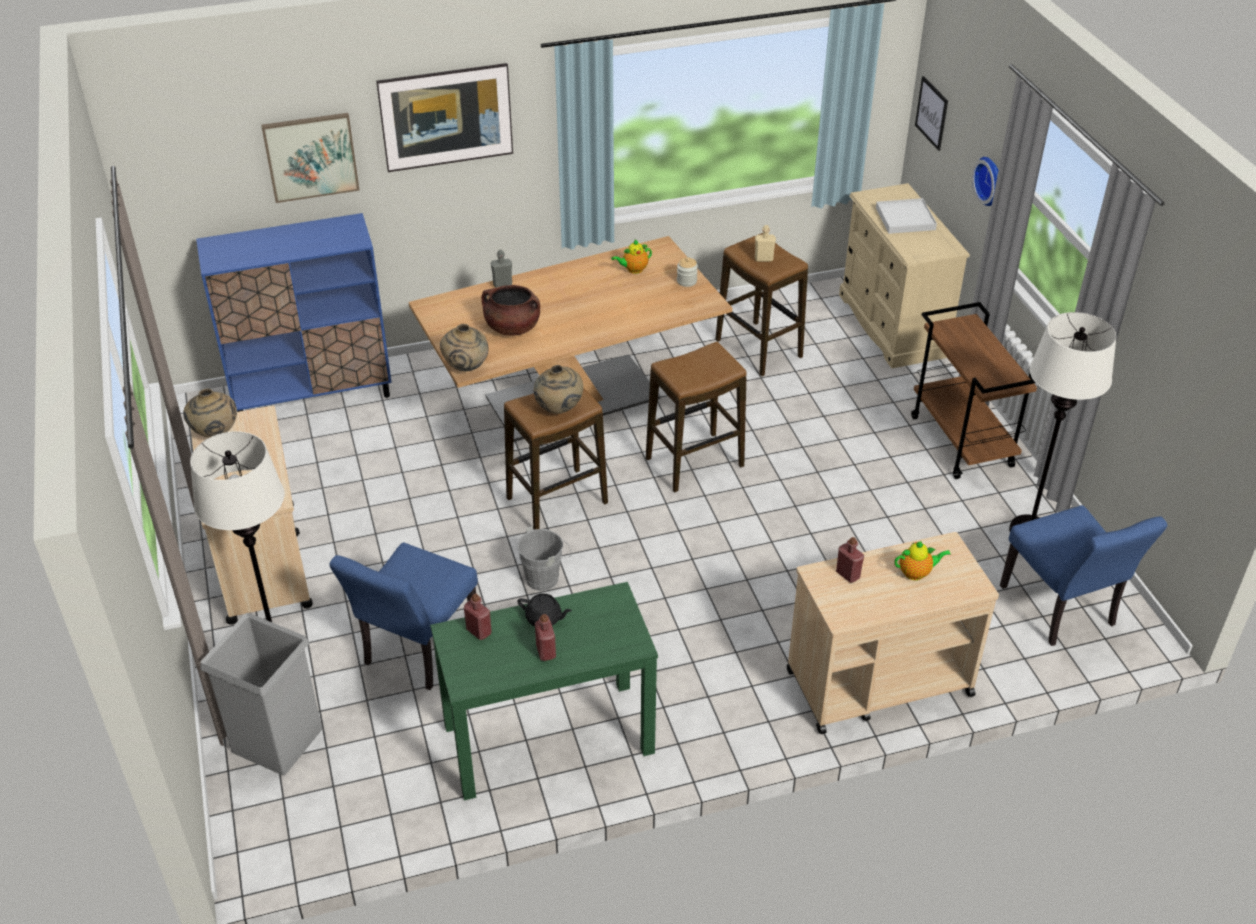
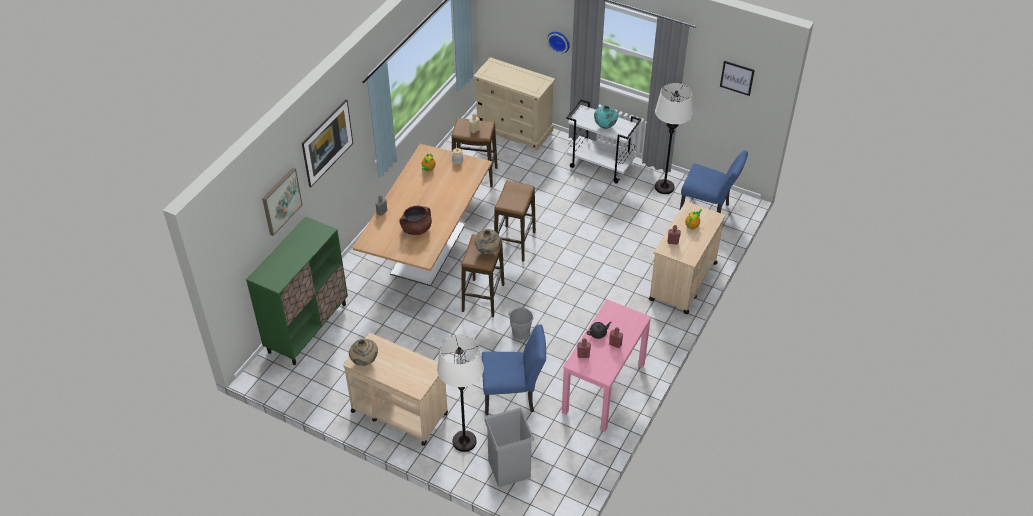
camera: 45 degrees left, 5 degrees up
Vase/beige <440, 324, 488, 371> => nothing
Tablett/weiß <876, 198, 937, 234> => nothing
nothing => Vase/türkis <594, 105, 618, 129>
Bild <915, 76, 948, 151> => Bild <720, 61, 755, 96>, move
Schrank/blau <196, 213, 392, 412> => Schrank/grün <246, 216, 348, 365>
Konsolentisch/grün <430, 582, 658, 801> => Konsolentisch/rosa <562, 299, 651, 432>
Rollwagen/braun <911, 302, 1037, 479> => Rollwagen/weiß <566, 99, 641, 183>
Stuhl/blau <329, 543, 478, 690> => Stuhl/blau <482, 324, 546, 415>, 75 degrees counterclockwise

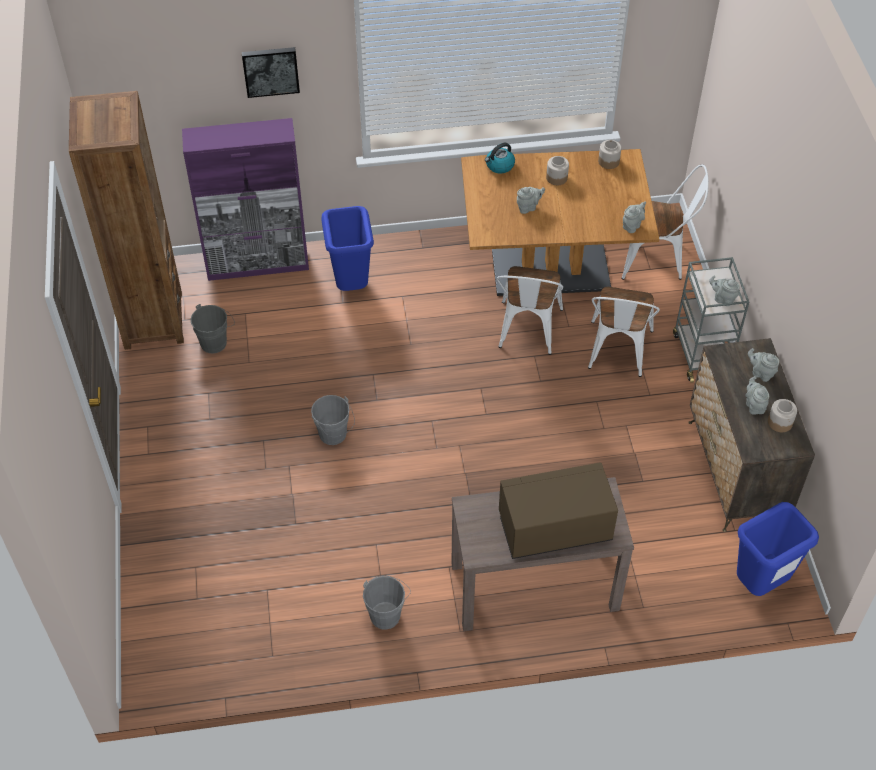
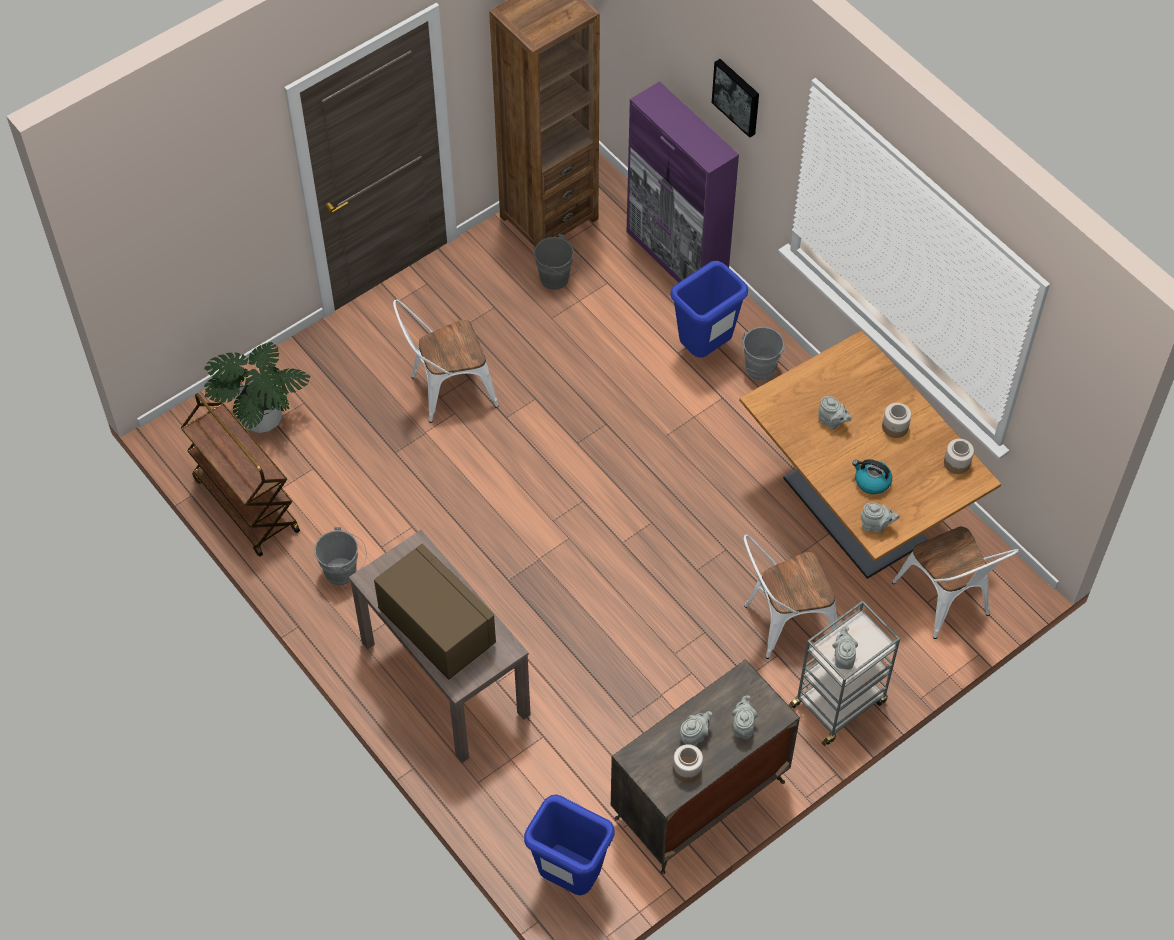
camera: 60 degrees right, 5 degrees up
nothing => Rollwagen/braun <181, 393, 300, 557>
nothing => Topfpflanze <204, 342, 310, 433>
Eimer/grau <311, 395, 355, 445> => Eimer/grau <739, 327, 786, 381>, move
Wasserkessel <485, 143, 515, 174> => Wasserkessel <852, 459, 892, 495>, move
Stuhl/weiß <496, 266, 563, 355> => Stuhl/weiß <393, 299, 499, 423>, move

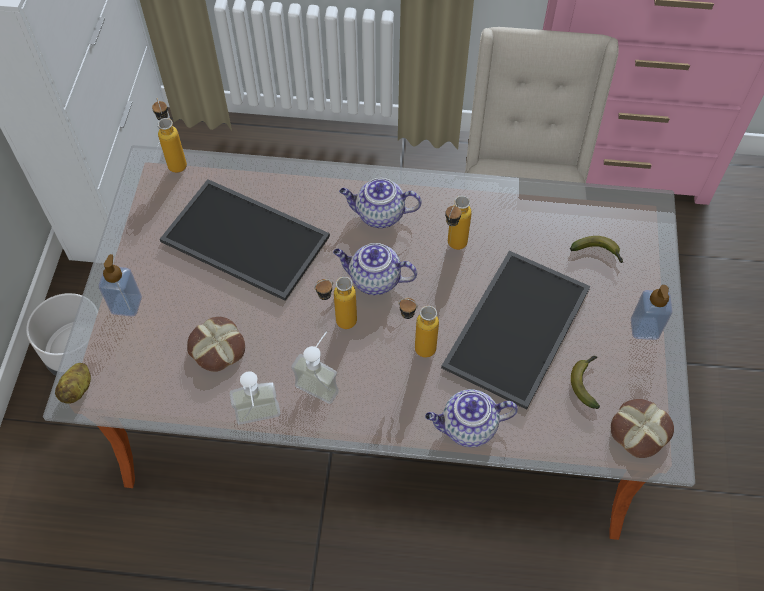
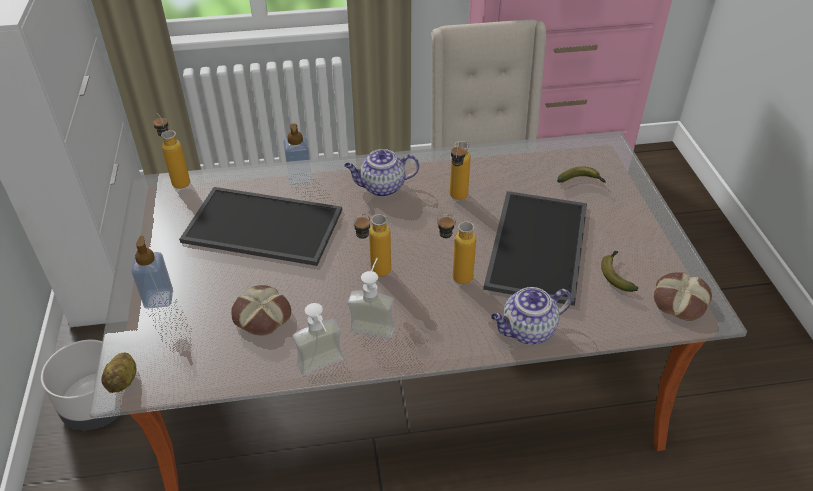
camera: 15 degrees left, 15 degrees down
Teekanne <333, 243, 417, 295> => nothing
Seifenspender <631, 285, 673, 340> => Seifenspender <283, 124, 312, 186>, move

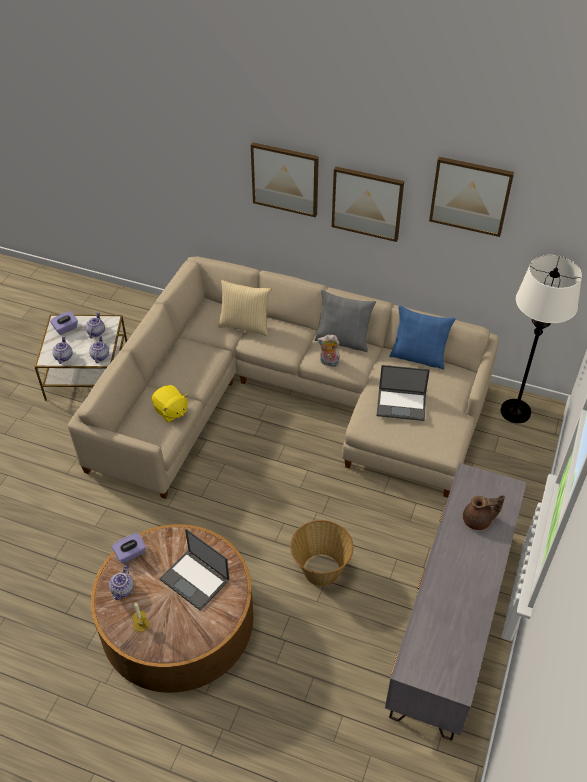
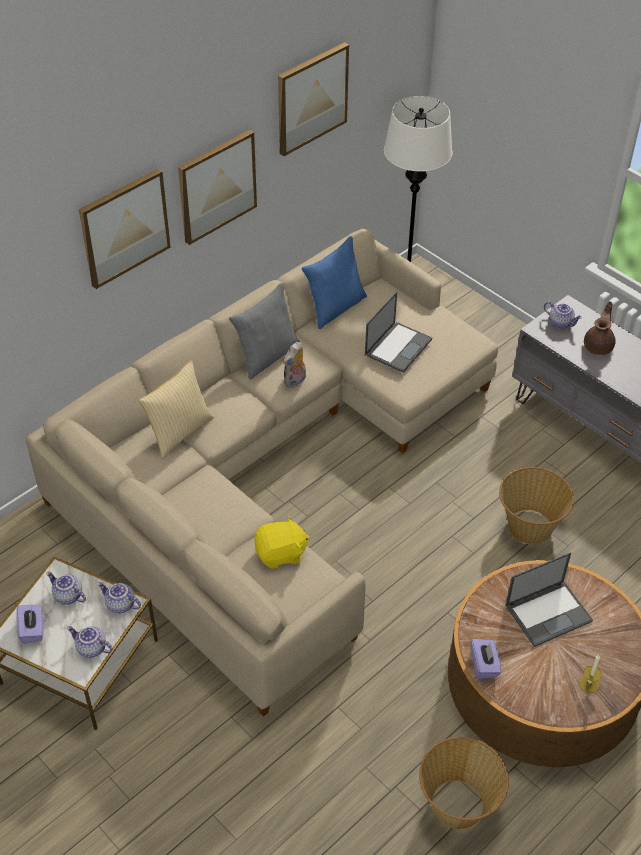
camera: 65 degrees left, 0 degrees up
nothing => Korb <419, 737, 509, 829>
Teekanne <109, 565, 134, 600> => Teekanne <544, 301, 582, 329>, move

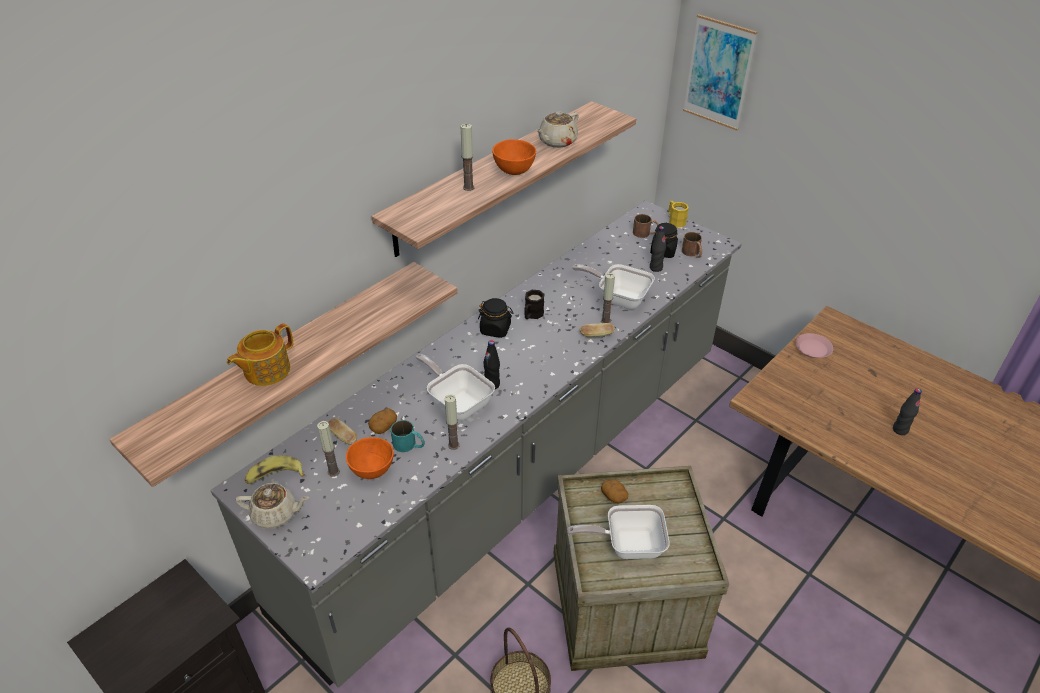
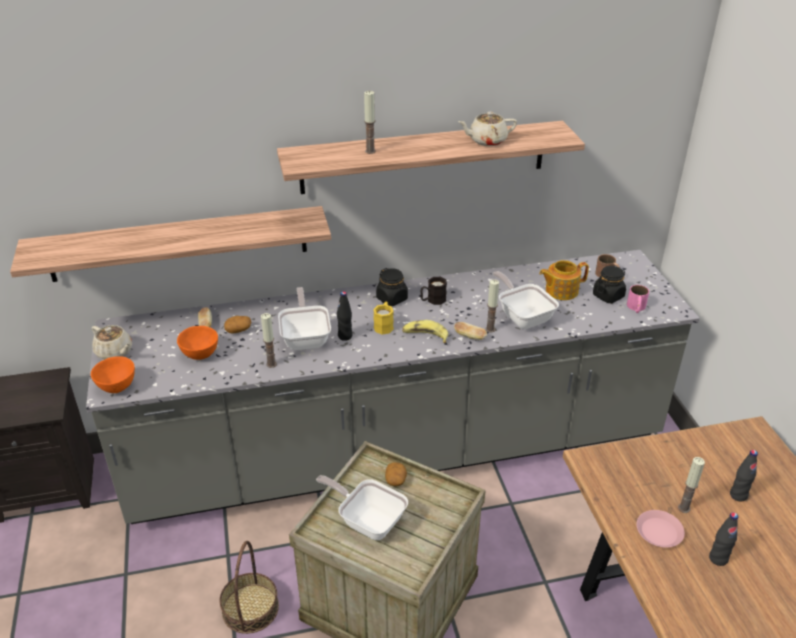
camera: 35 degrees right, 5 degrees down
Henkelbecher/türkis <391, 420, 425, 452> => nothing
Bild <683, 14, 757, 131> => nothing
Teekanne <227, 323, 293, 386> => Teekanne <539, 260, 589, 300>, move
Banane <245, 455, 304, 484> => Banane <402, 320, 448, 343>, move
Kerze <317, 421, 340, 477> => Kerze <678, 457, 705, 513>, move
Schüssel/orange <492, 139, 536, 175> => Schüssel/orange <91, 356, 135, 393>, move
Flasche/schwarz <650, 226, 666, 272> => Flasche/schwarz <730, 450, 758, 502>, move
Henkelbecher/gelb <669, 201, 689, 228> => Henkelbecher/gelb <373, 302, 394, 334>, move
Teller/rosa <796, 333, 833, 358> => Teller/rosa <636, 510, 685, 548>, move
Henkelbecher/braun <682, 232, 702, 258> => Henkelbecher/rosa <627, 285, 649, 313>

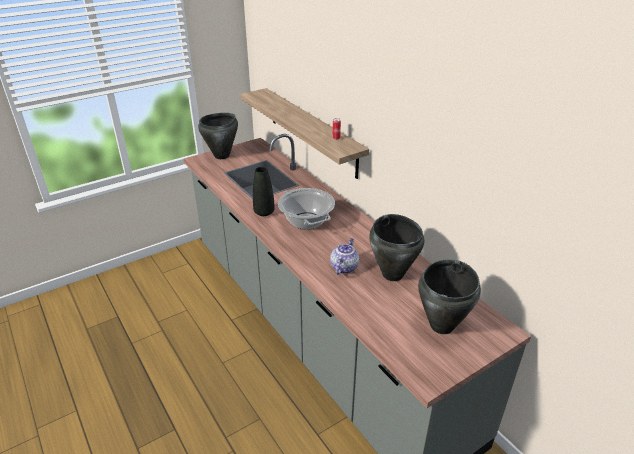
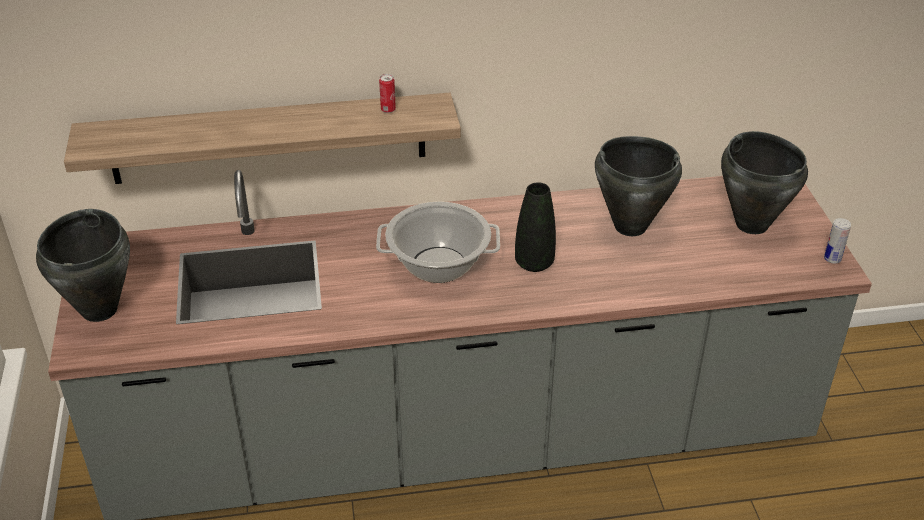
camera: 65 degrees left, 5 degrees up
Teekanne <330, 238, 359, 274> => nothing
nothing => Dose <824, 218, 851, 264>
Vase/schwarz <253, 167, 274, 216> => Vase/schwarz <515, 182, 556, 272>, move

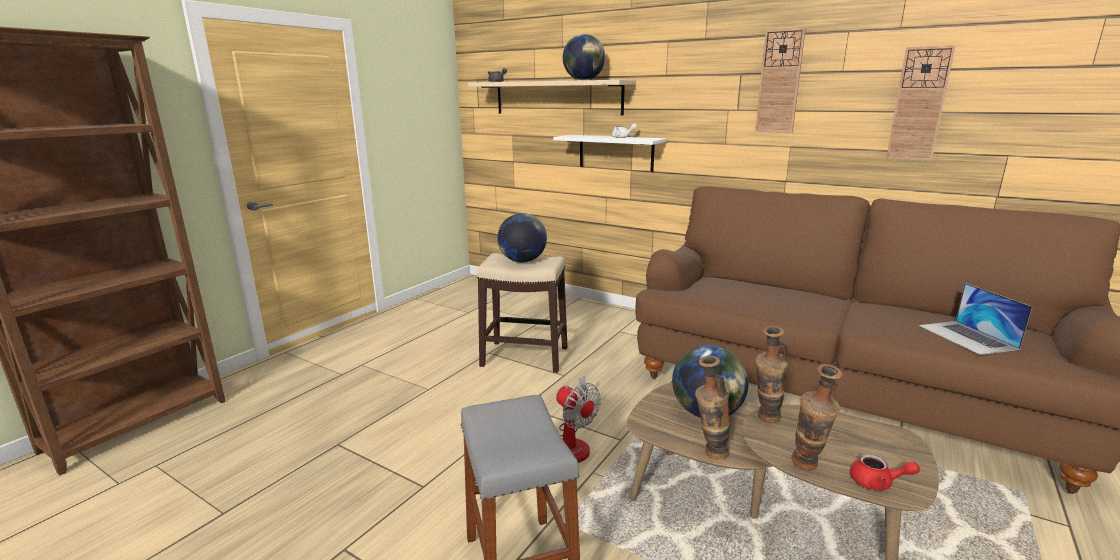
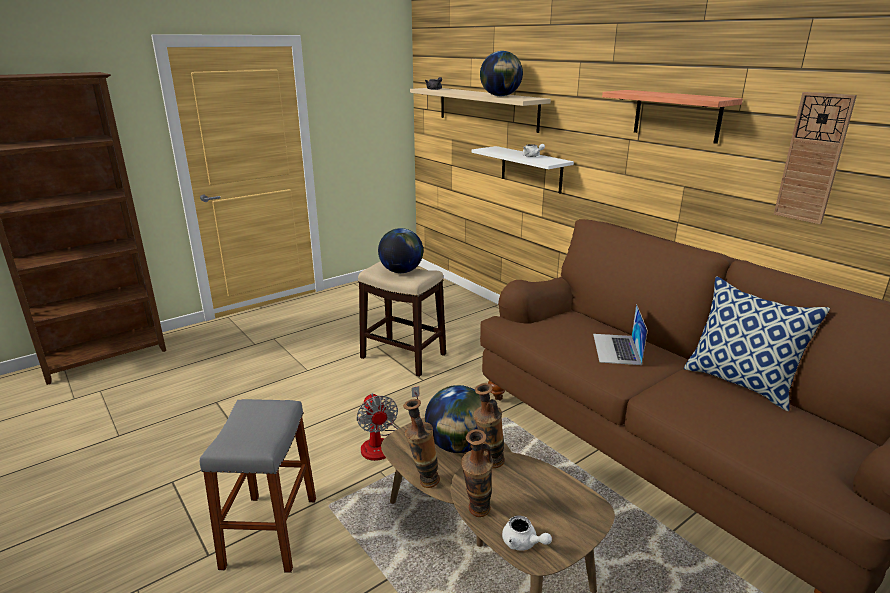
camera: 20 degrees right, 5 degrees up
nothing => Kissen <684, 276, 830, 411>
Laptop <919, 283, 1032, 355> => Laptop <593, 304, 648, 365>, move
Wanduhr <755, 27, 806, 133> => Wandregal <602, 90, 743, 144>
Teekanne/rot <850, 454, 920, 490> => Teekanne/weiß <502, 515, 552, 551>

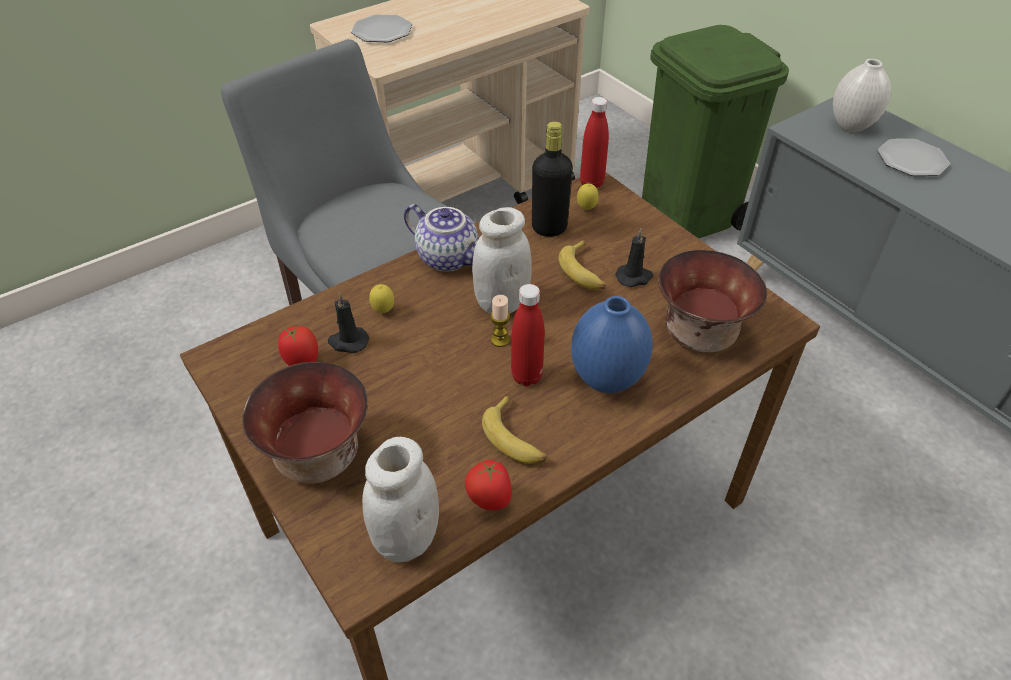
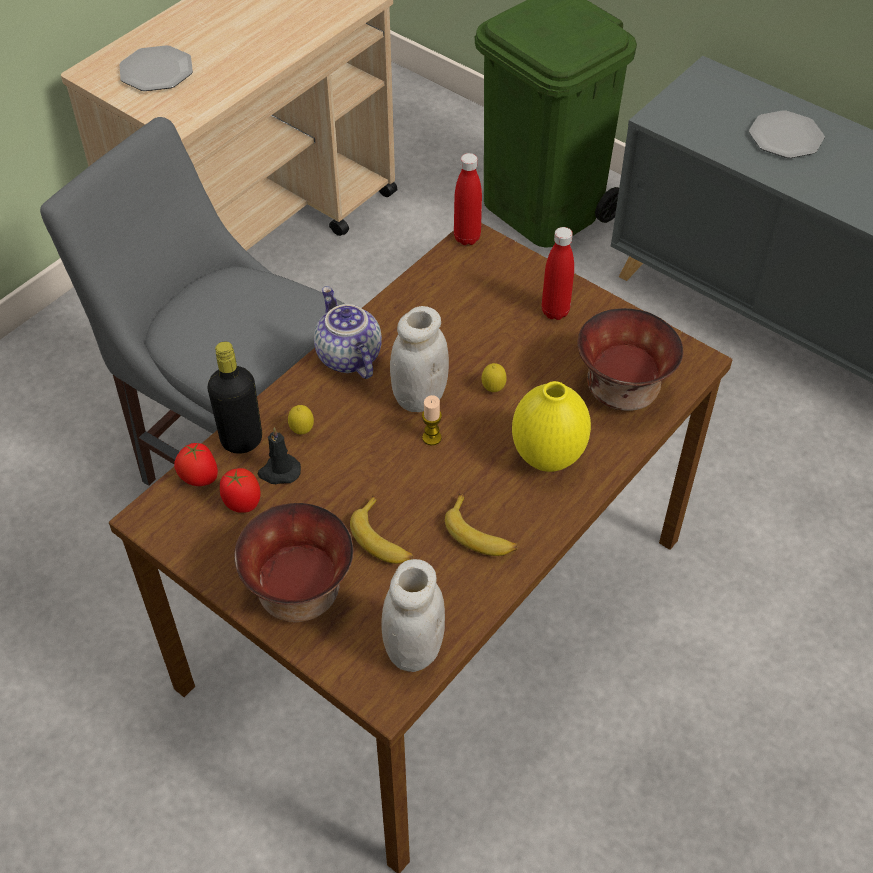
camera: 15 degrees left, 5 degrees up
Kerze/schwarz <615, 229, 653, 287> => nothing
Vase/weiß <833, 59, 891, 132> => nothing
Tomate <465, 460, 512, 510> => Tomate <174, 443, 218, 486>, move
Flasche/rot <511, 284, 545, 386> => Flasche/rot <542, 227, 574, 320>, move
Flasche/schwarz <532, 121, 573, 237> => Flasche/schwarz <207, 342, 262, 454>, move
Banane <559, 240, 606, 290> => Banane <350, 495, 413, 564>, move
Zitrone <577, 184, 599, 210> => Zitrone <481, 363, 507, 392>, move
Vase/blau <571, 296, 653, 393> => Vase/gelb <512, 381, 591, 472>
Teekanne <404, 204, 479, 272> => Teekanne <314, 286, 382, 379>, 135 degrees counterclockwise

